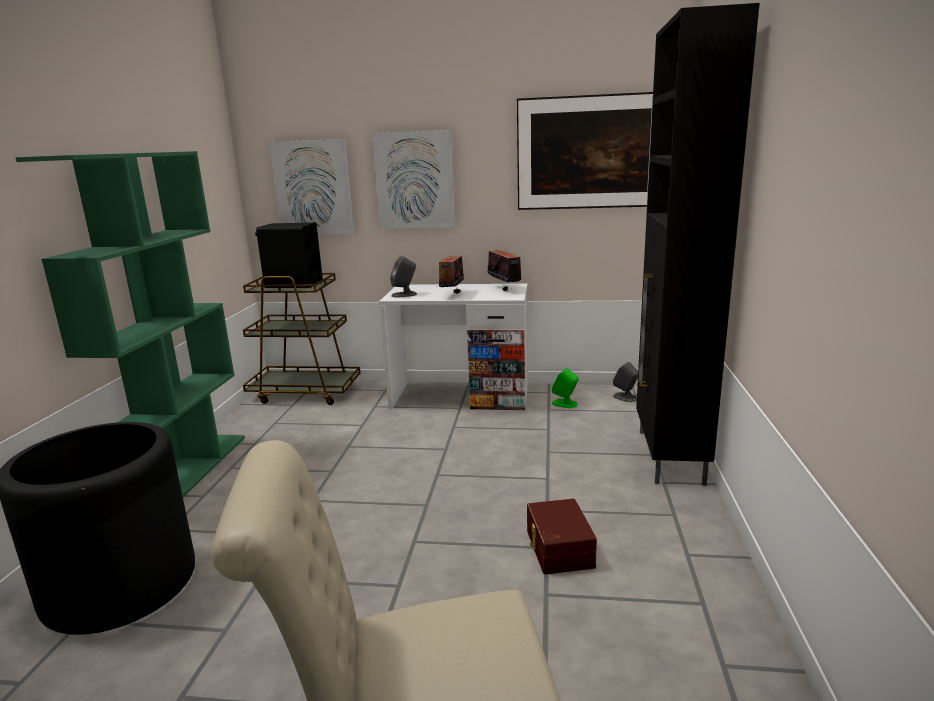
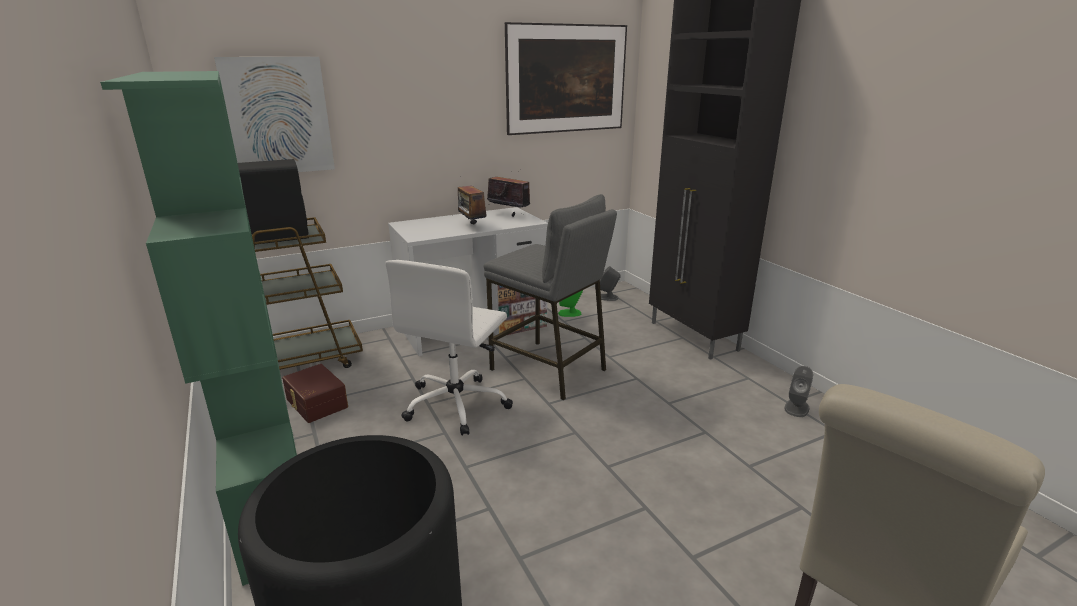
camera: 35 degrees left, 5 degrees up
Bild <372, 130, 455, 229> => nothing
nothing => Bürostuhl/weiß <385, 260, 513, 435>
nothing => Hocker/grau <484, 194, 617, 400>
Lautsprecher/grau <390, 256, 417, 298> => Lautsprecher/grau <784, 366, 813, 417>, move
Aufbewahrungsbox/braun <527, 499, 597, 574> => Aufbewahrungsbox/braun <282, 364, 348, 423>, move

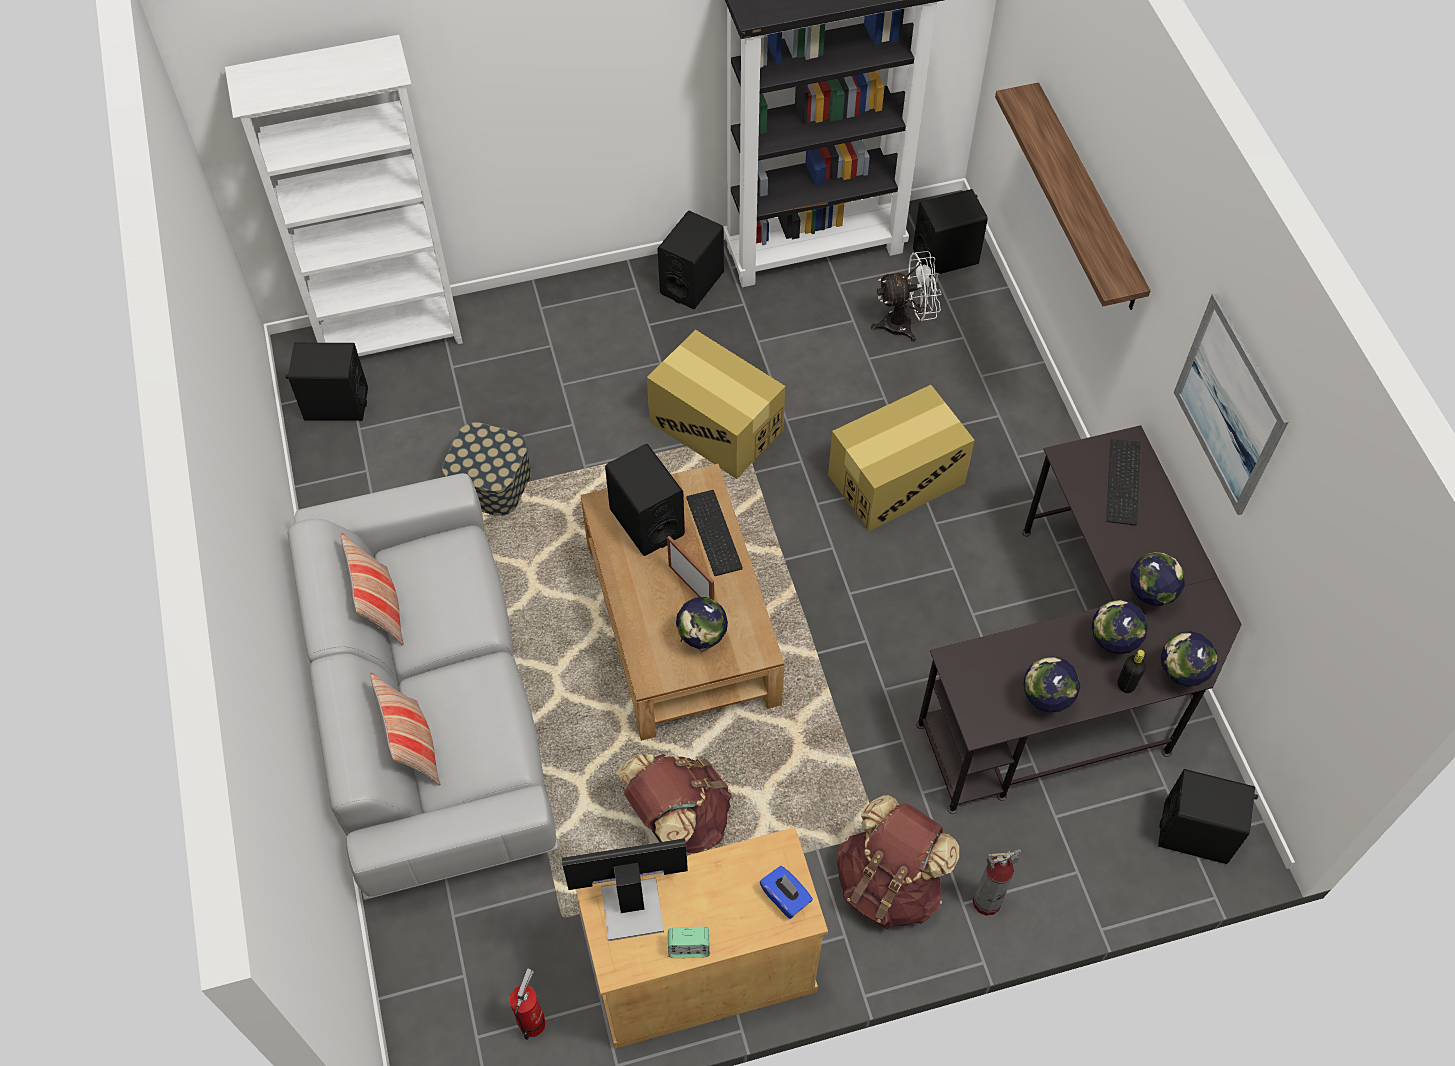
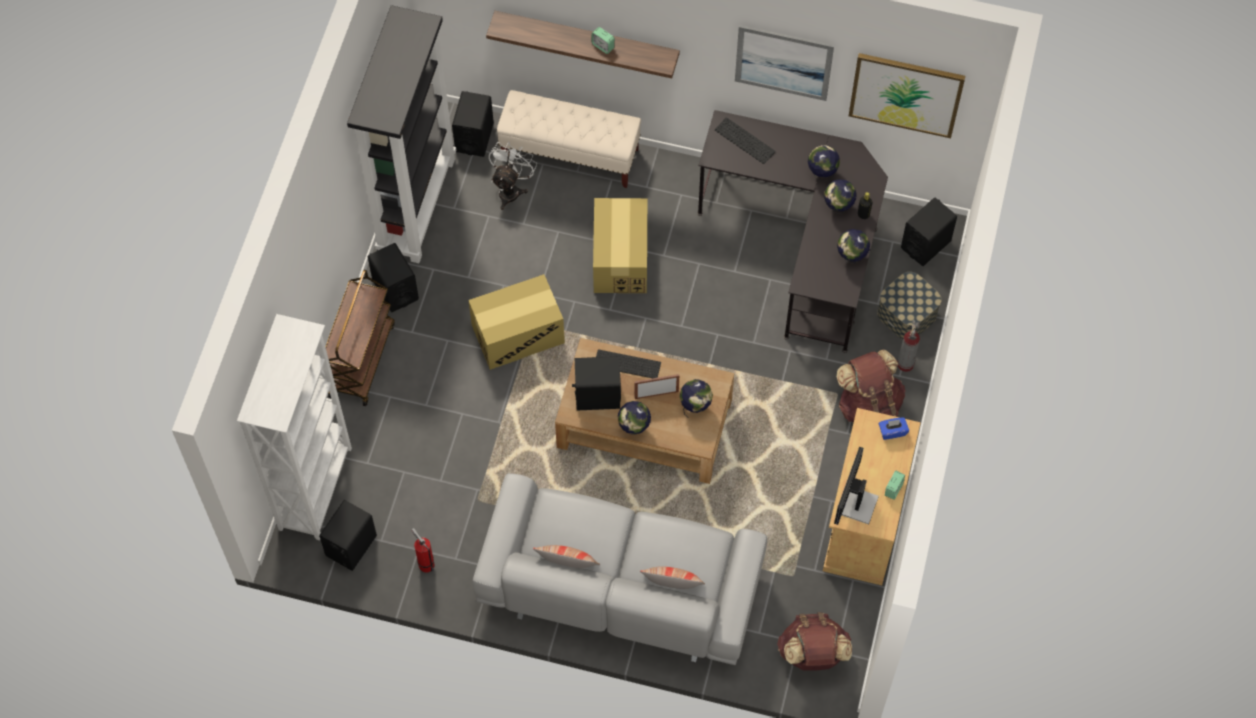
camera: 60 degrees left, 5 degrees up
nothing => Rollwagen/braun <326, 270, 395, 406>
nothing => Bank/beige <497, 90, 641, 188>
nothing => Wecker <592, 27, 615, 54>
nothing => Bild <849, 53, 966, 138>
Aufbewahrungsbox <442, 422, 532, 516> => Aufbewahrungsbox <877, 272, 941, 340>, move
Feuerlöscher <509, 969, 545, 1040> => Feuerlöscher <412, 528, 435, 573>, move
Rucksack/braun <616, 753, 732, 853> => Rucksack/braun <777, 612, 852, 671>, move
Globus <1161, 631, 1218, 690> => Globus <618, 401, 651, 435>, move

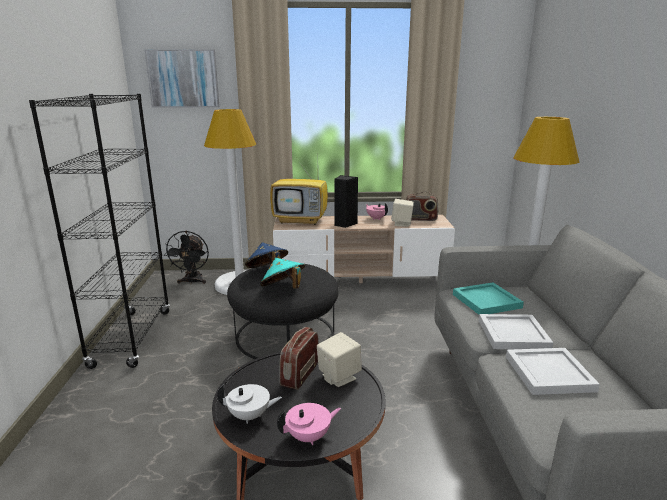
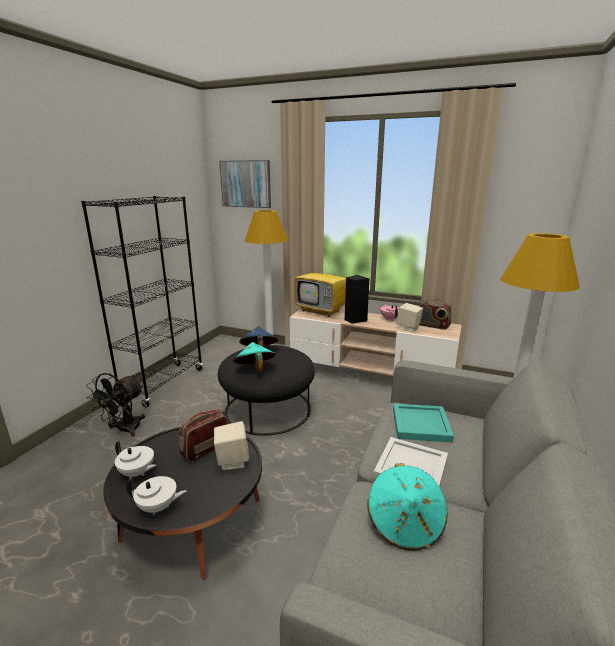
camera: 25 degrees right, 0 degrees up
Ventilator/schwarz <164, 231, 209, 284> => Ventilator/schwarz <86, 373, 145, 437>, move
Tablett/weiß <506, 348, 600, 395> => Hut/türkis <367, 463, 448, 551>
Teekanne/rosa <277, 403, 341, 445> => Teekanne/weiß <126, 476, 187, 516>

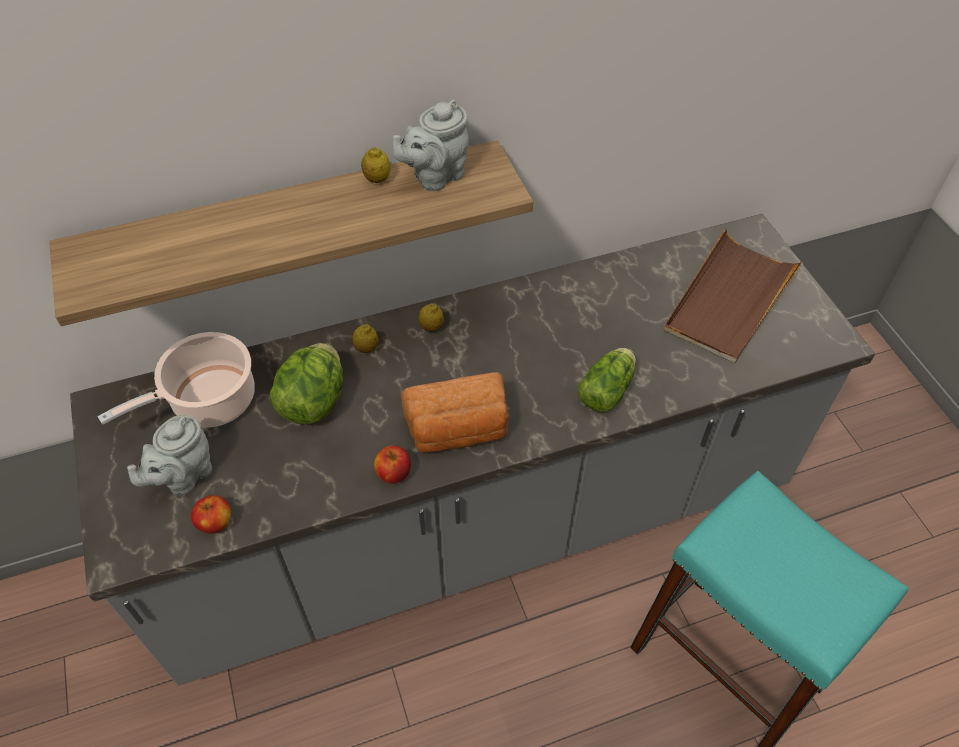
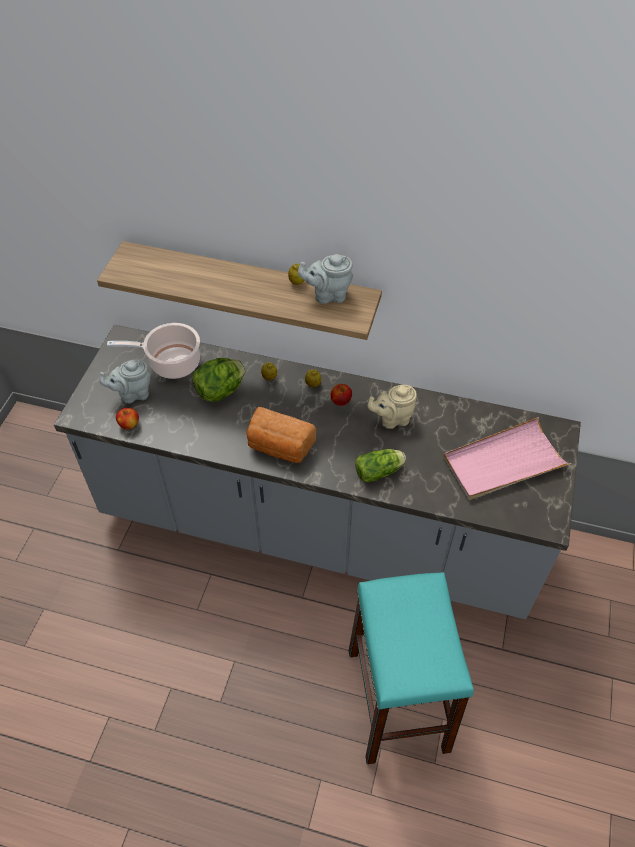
camera: 35 degrees right, 0 degrees up
nothing => Teekanne/beige <368, 385, 417, 429>
Apfel <374, 445, 411, 484> => Apfel <330, 384, 352, 406>, move
Tablett/braun <664, 228, 804, 363> => Tablett/rosa <443, 417, 571, 500>

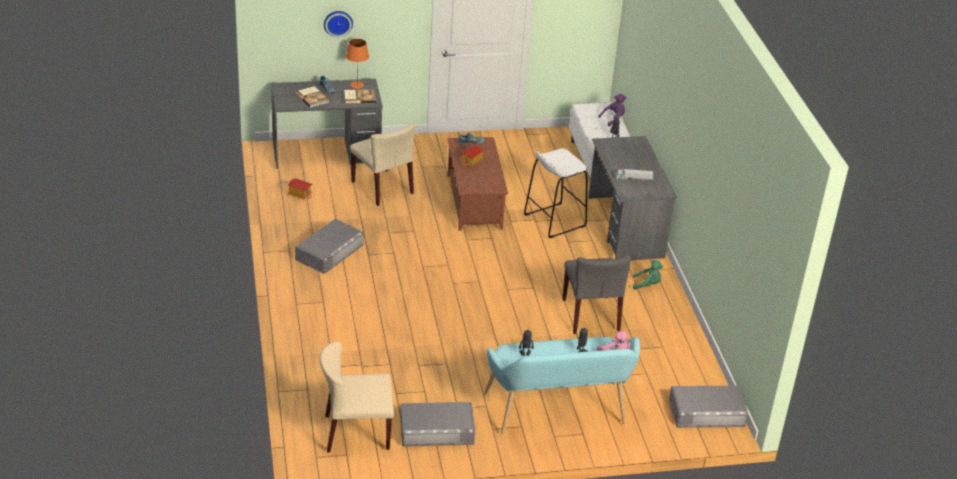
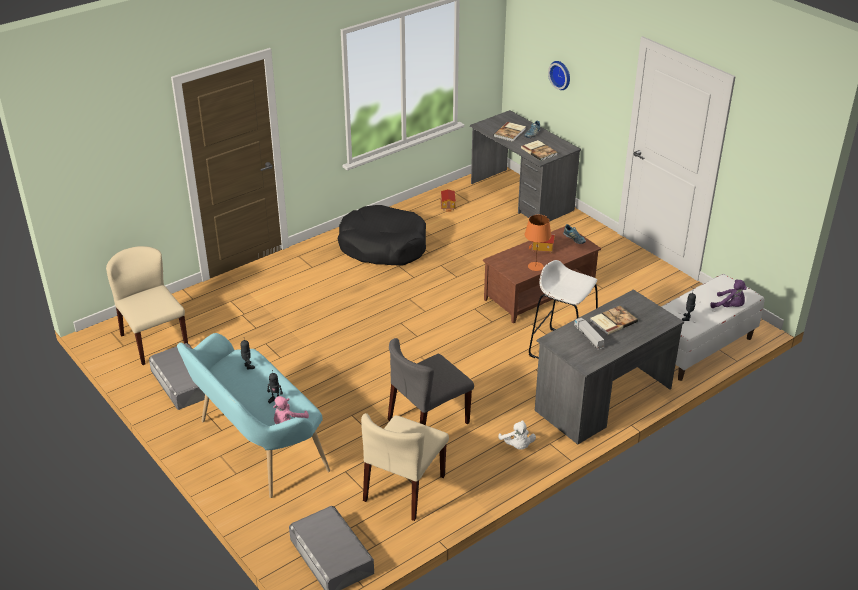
camera: 65 degrees right, 0 degrees up
nothing => Buch <590, 306, 638, 335>
Tischlampe/orange <346, 39, 369, 88> => Tischlampe/orange <524, 215, 552, 271>, move
Stuhl/beige <350, 123, 414, 206> => Stuhl/beige <361, 413, 449, 521>, move
Aufbewahrungsbox/grau <295, 219, 363, 274> => Hundebett/schwarz <338, 205, 426, 265>
Plüschtier/grün <633, 260, 663, 290> => Plüschtier/weiß <498, 420, 536, 450>

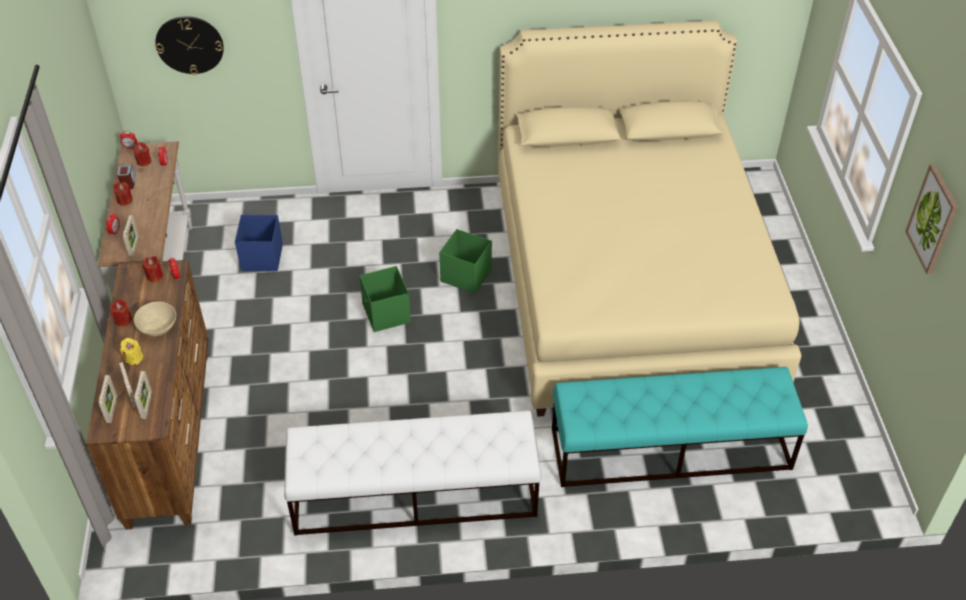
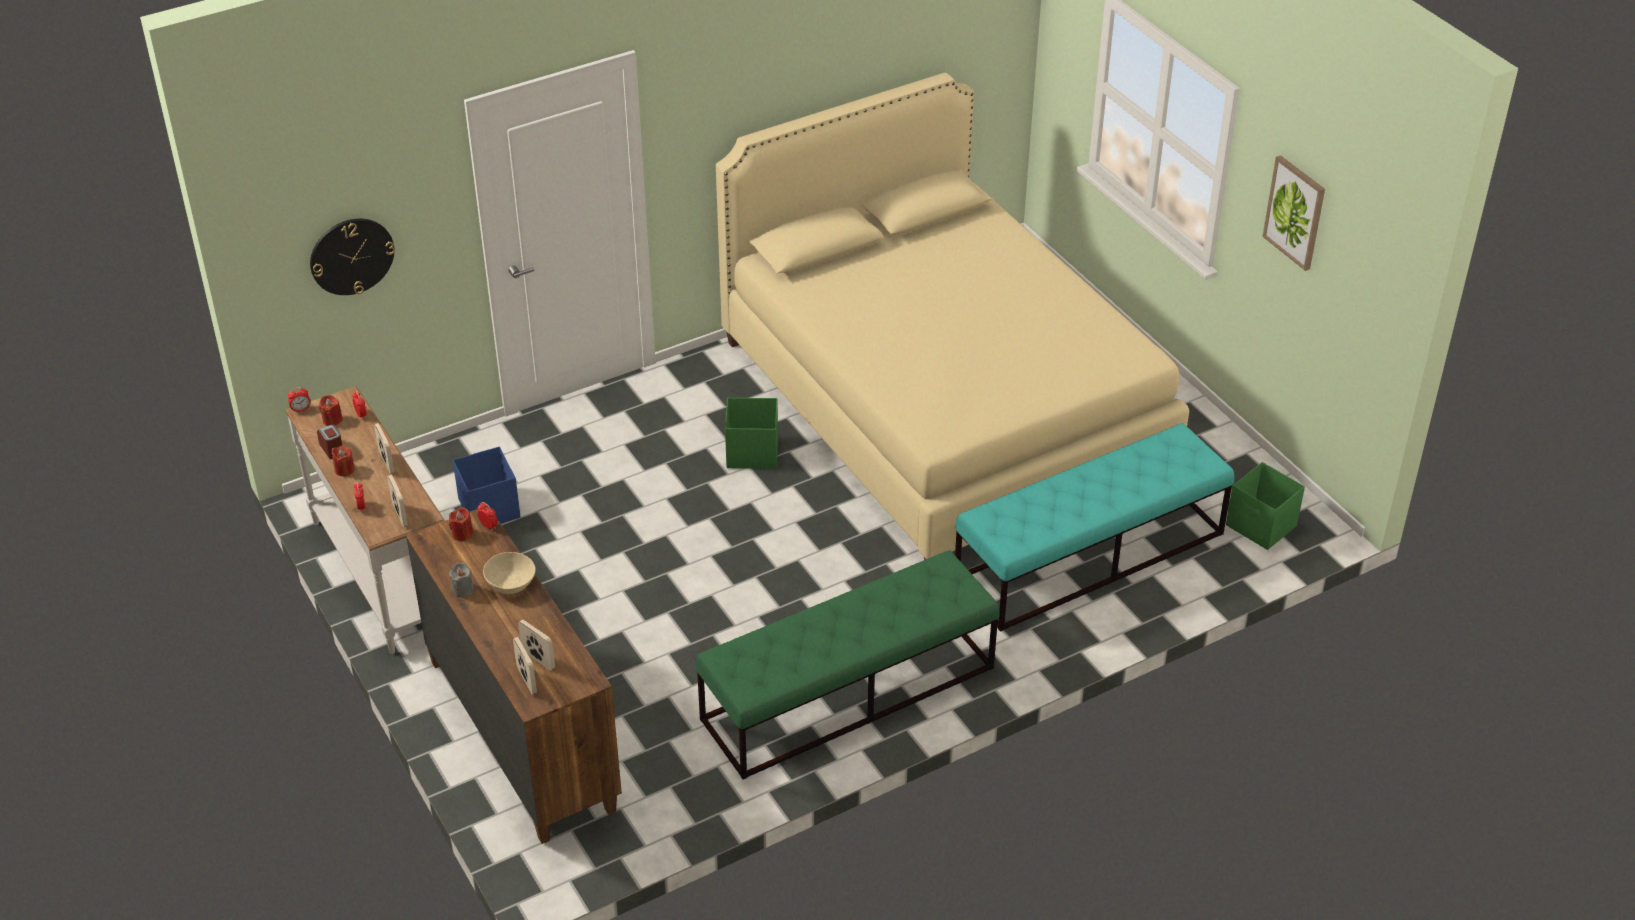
camera: 25 degrees left, 5 degrees down
Kerze/gelb <120, 338, 143, 366> => nothing
Bilderrahmen <134, 371, 152, 419> => Bilderrahmen <374, 423, 395, 474>, move
Aufbewahrungsbox/grün <359, 266, 411, 332> => Aufbewahrungsbox/grün <1226, 462, 1305, 550>, move
Kerze/rot <110, 299, 132, 326> => Kerze/grau <449, 563, 474, 597>
Bank/weiß <284, 411, 542, 536> => Bank/grün <696, 550, 1000, 780>

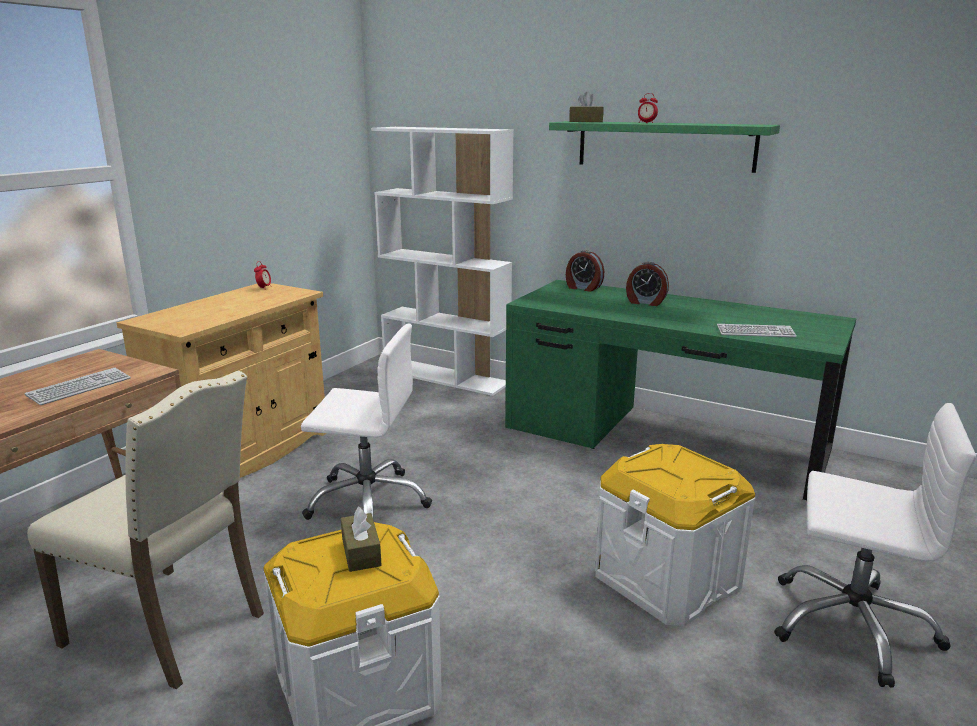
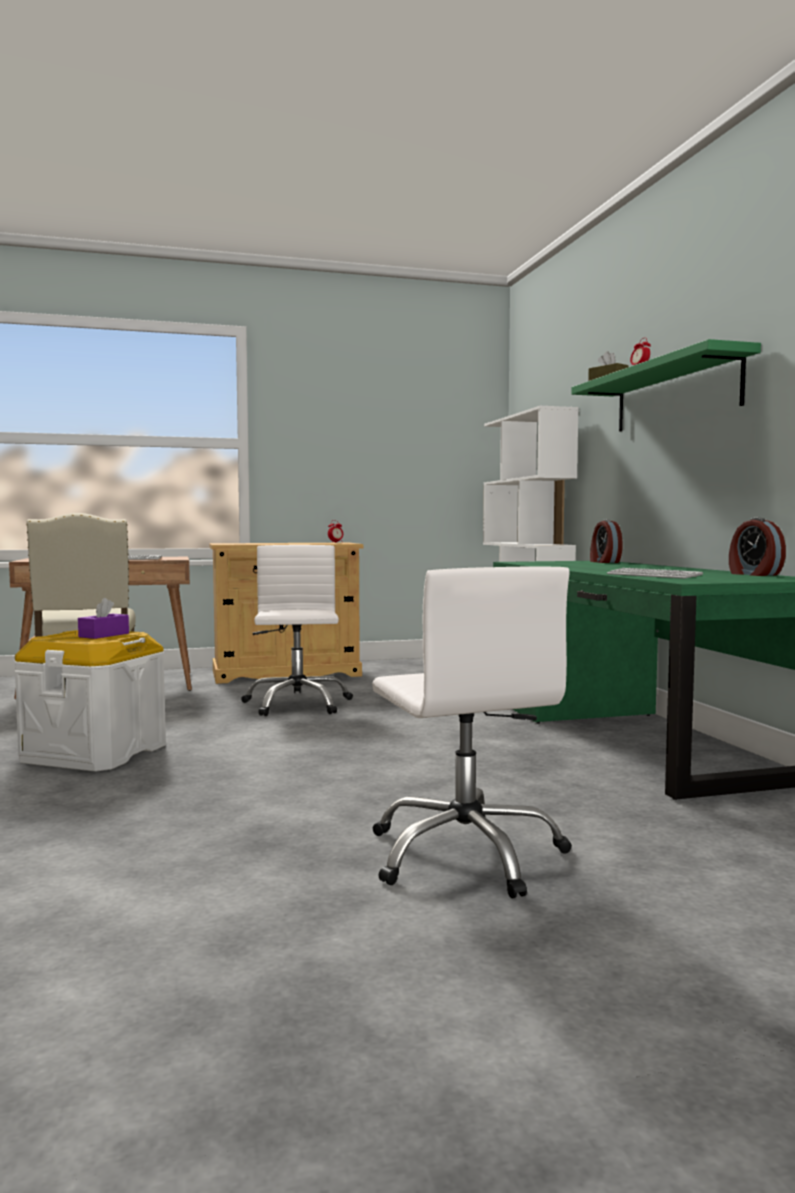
camera: 45 degrees right, 15 degrees down
Aufbewahrungsbox/weiß <595, 444, 755, 626> => nothing
Wecker <626, 262, 669, 306> => Wecker <729, 518, 786, 576>, move
Taschentuchbox/braun <341, 507, 382, 572> => Taschentuchbox/lila <78, 598, 129, 639>
Bürostuhl/weiß <301, 324, 432, 521> => Bürostuhl/weiß <241, 545, 353, 716>, 150 degrees counterclockwise

